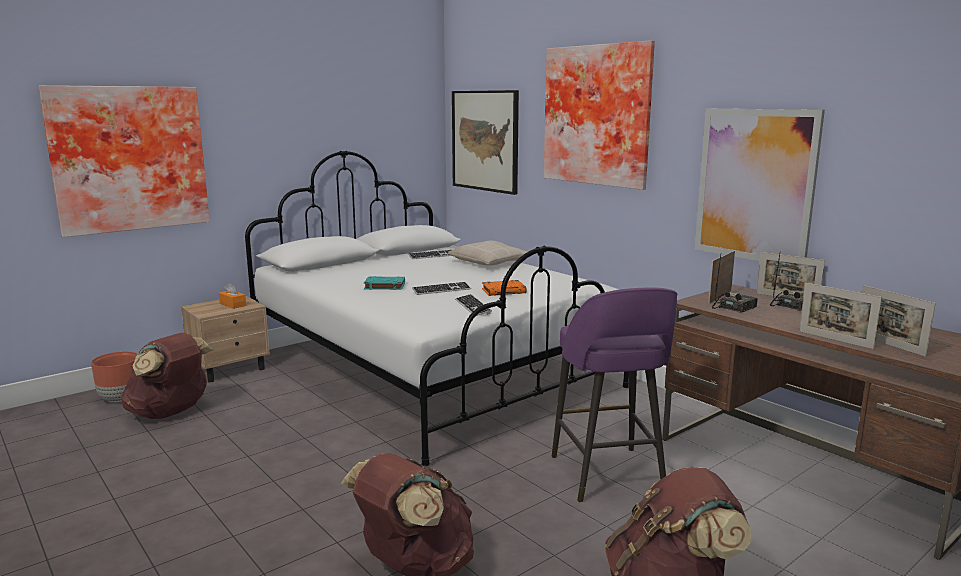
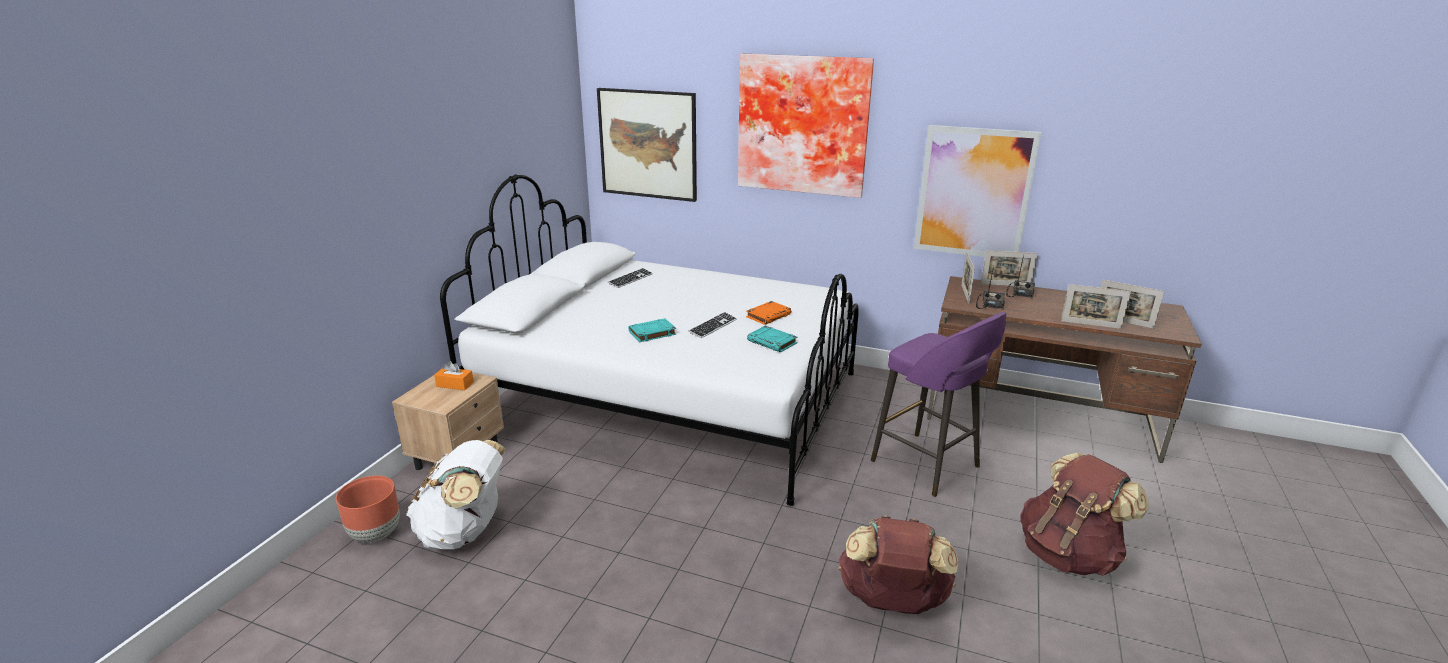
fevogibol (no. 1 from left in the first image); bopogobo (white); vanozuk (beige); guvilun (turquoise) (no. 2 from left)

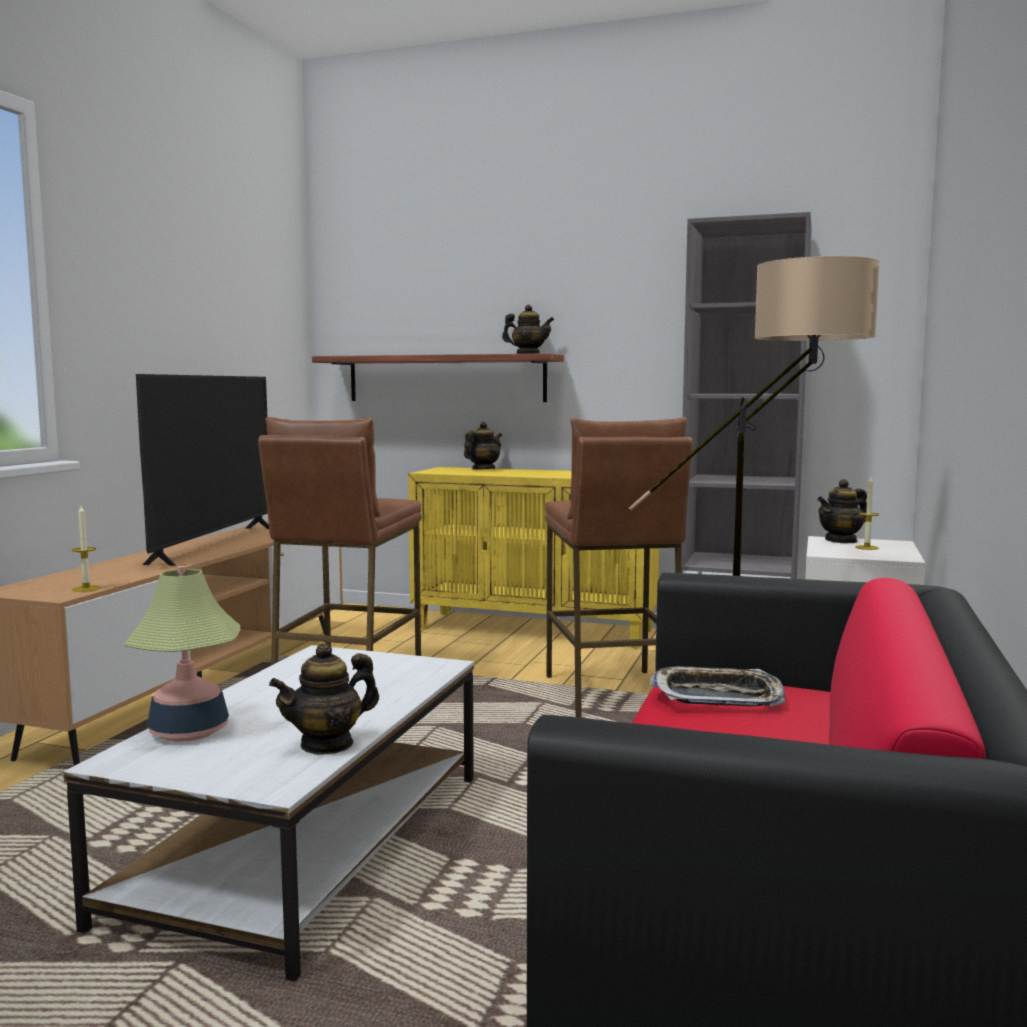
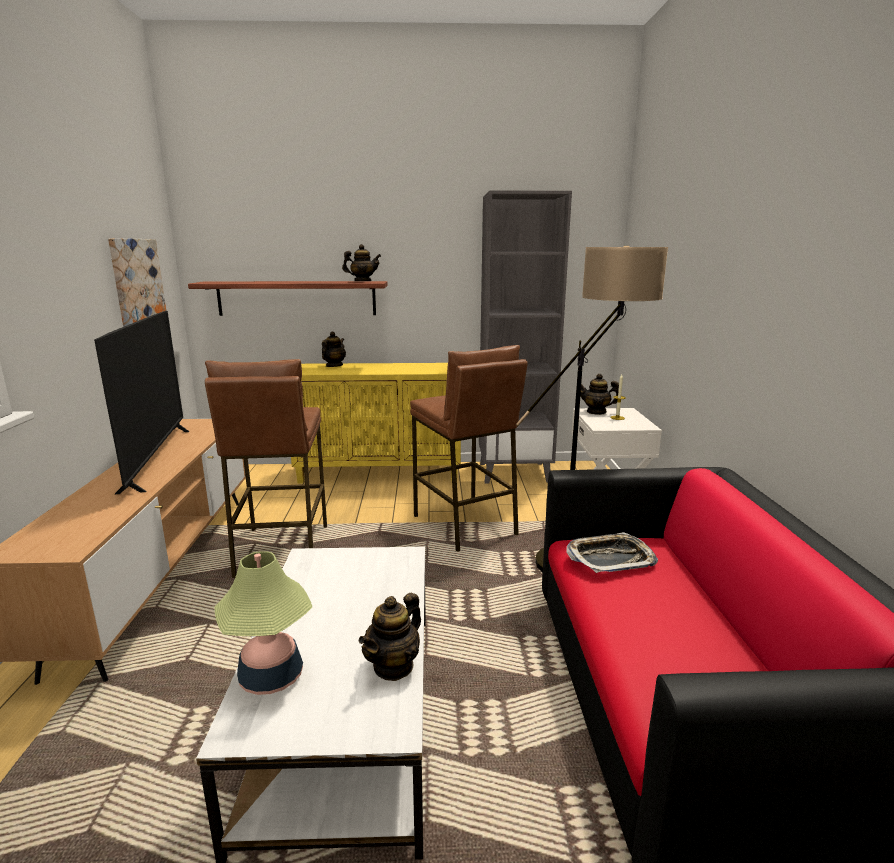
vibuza (no. 1 from left in the first image); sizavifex (no. 4 from left); fevogibol

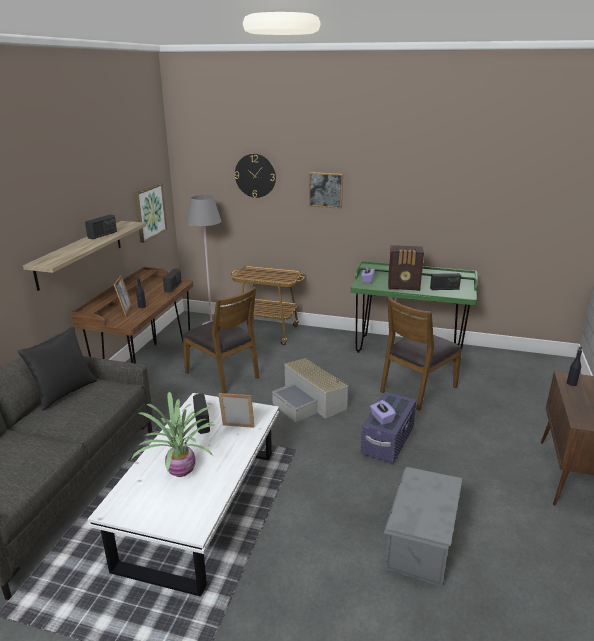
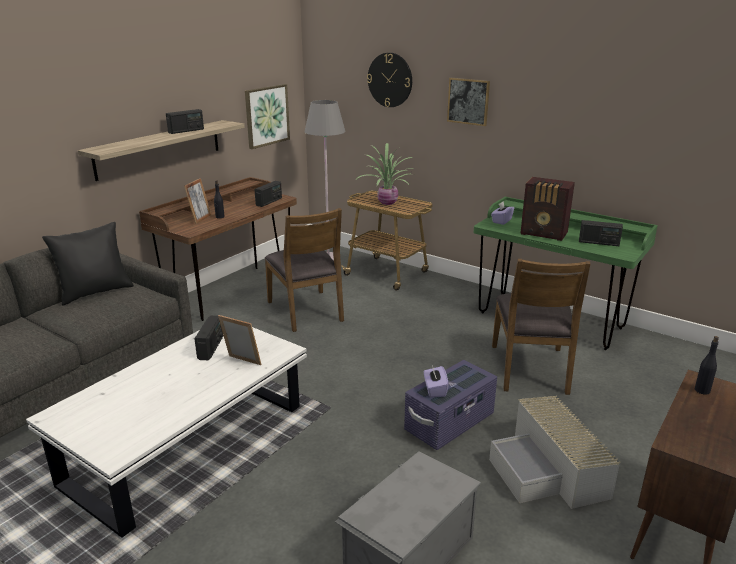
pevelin; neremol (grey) (no. 2 from left); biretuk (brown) (no. 2 from left)

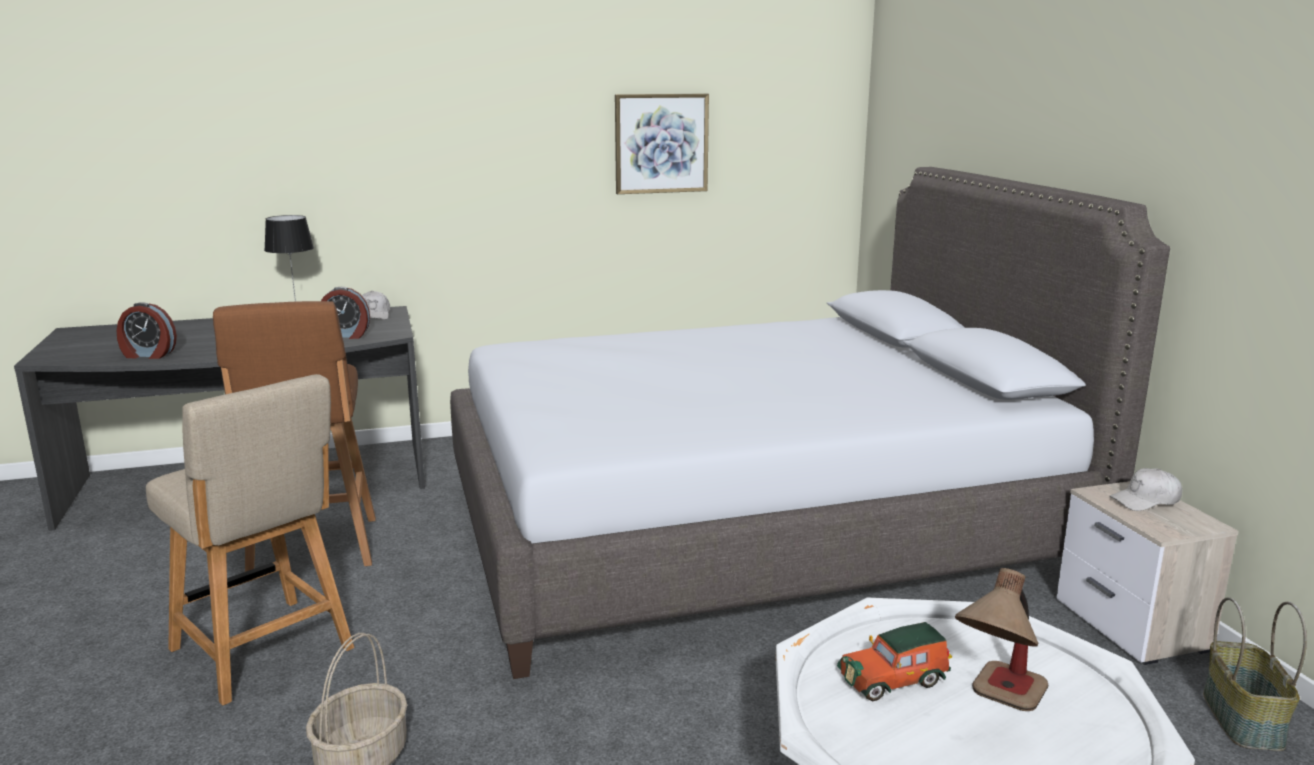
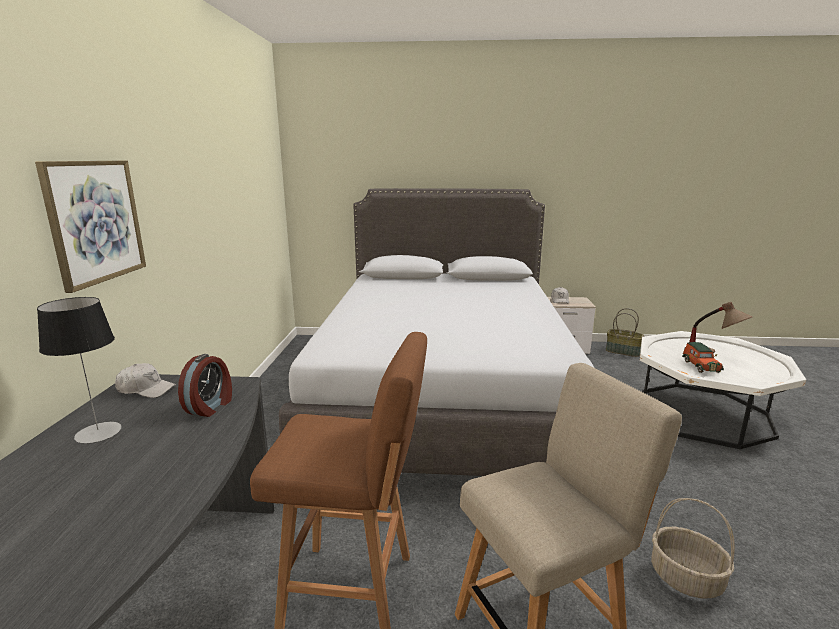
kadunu (no. 1 from left in the first image); fevogibol

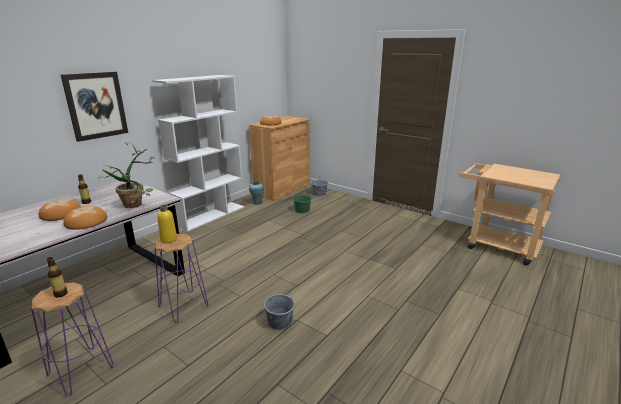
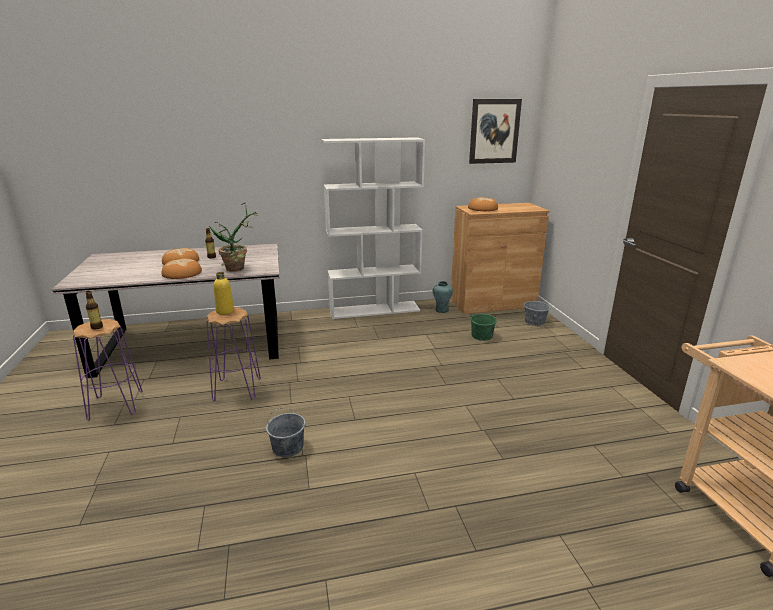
fevogibol

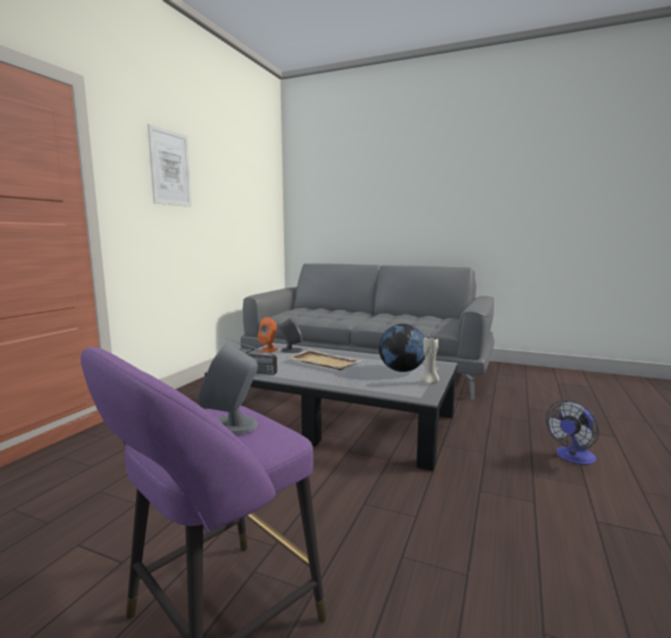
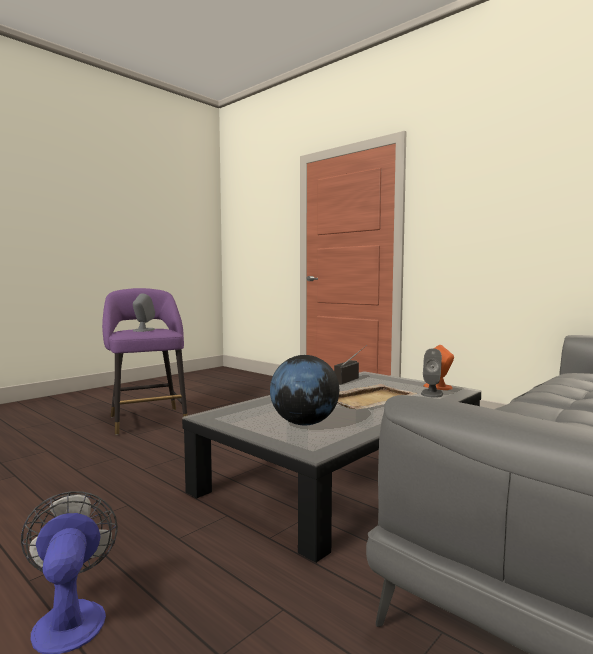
fevogibol; vibuza (beige)

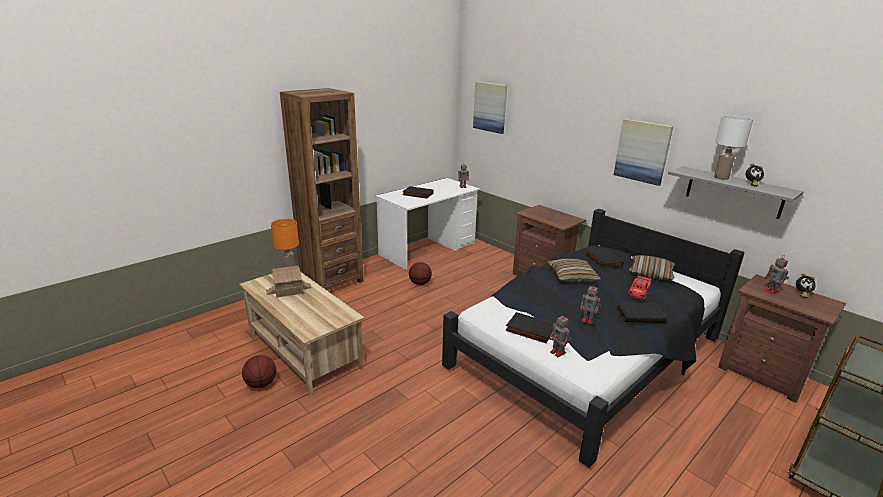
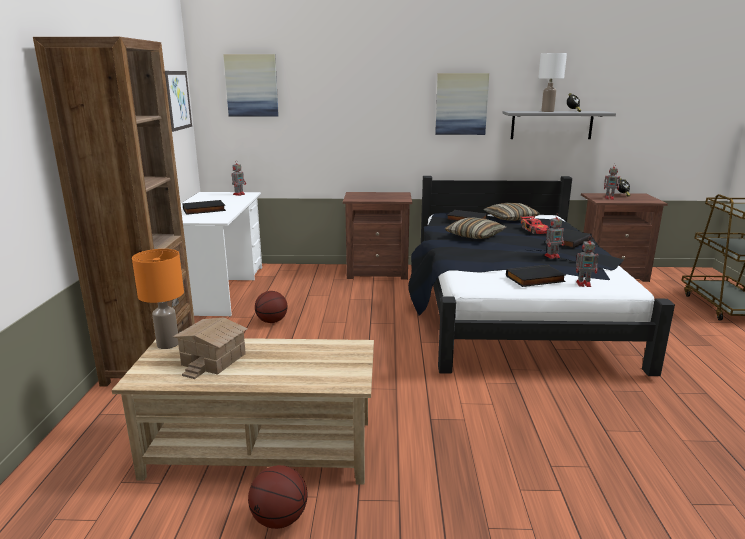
fevogibol (no. 1 from left)

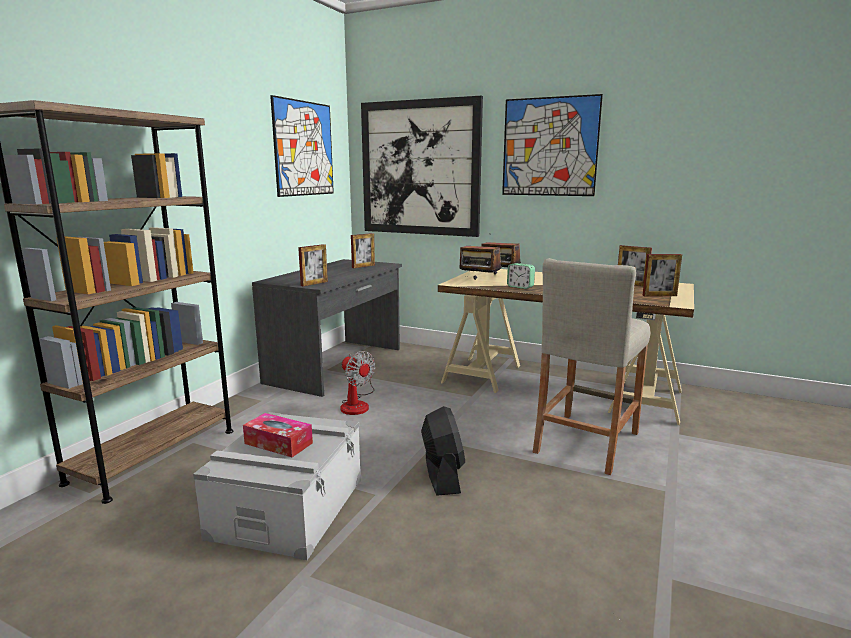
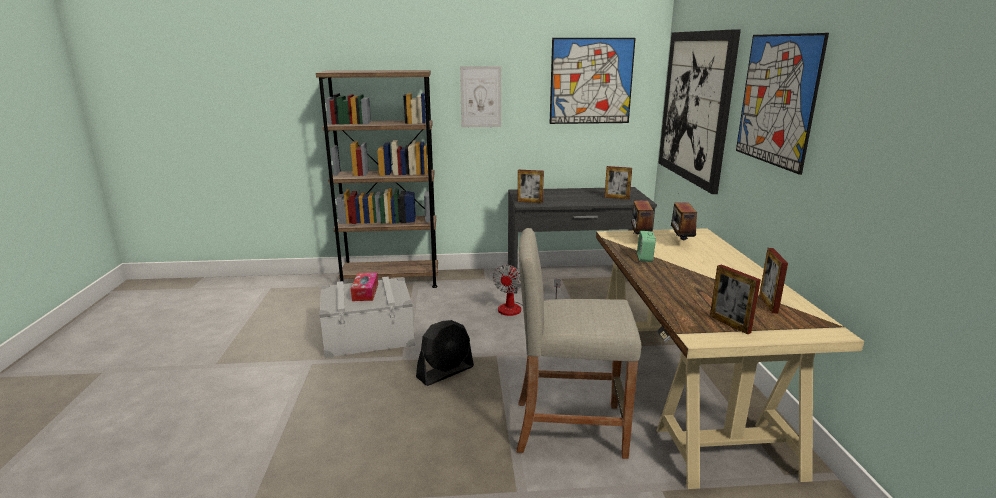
fevogibol (no. 1 from left)

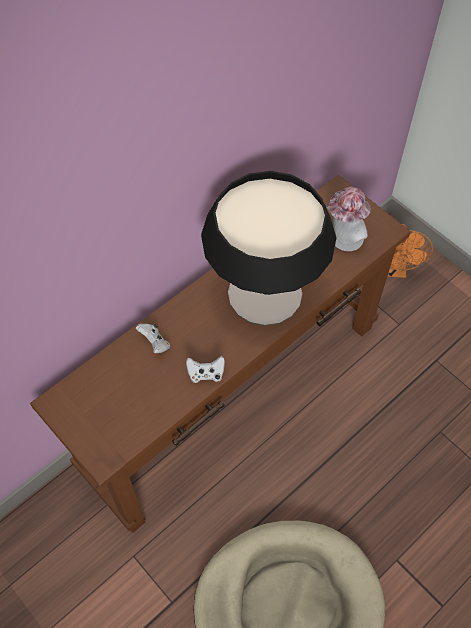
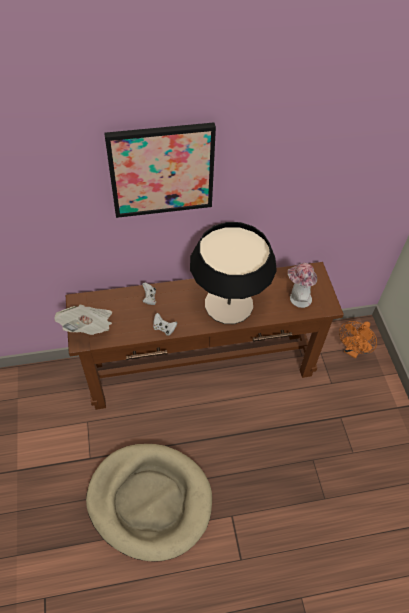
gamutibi; fevogibol

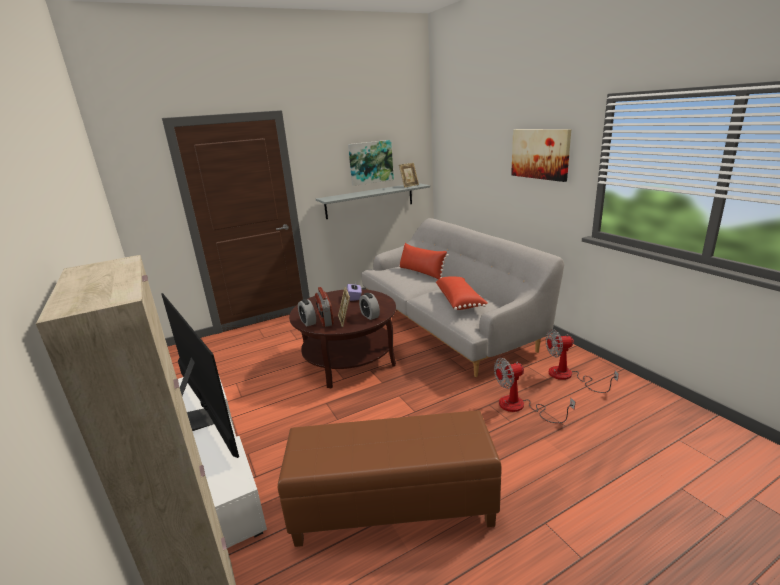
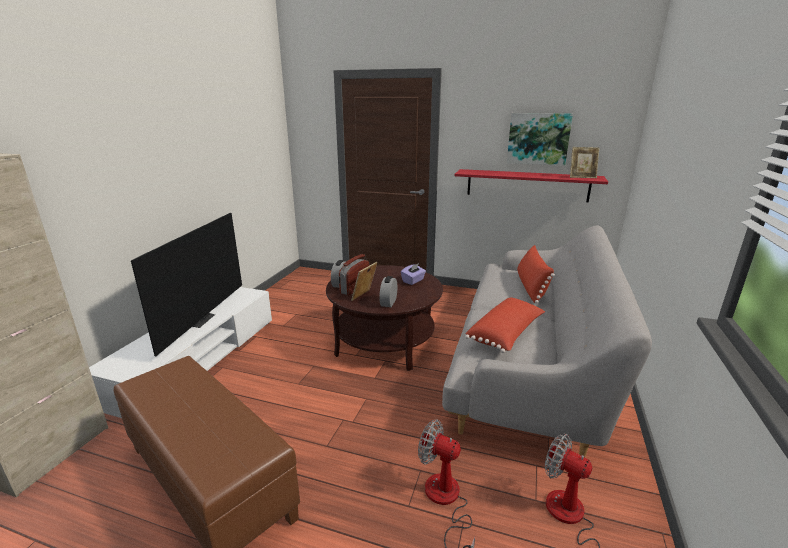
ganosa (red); fevogibol (no. 2 from left in the first image)

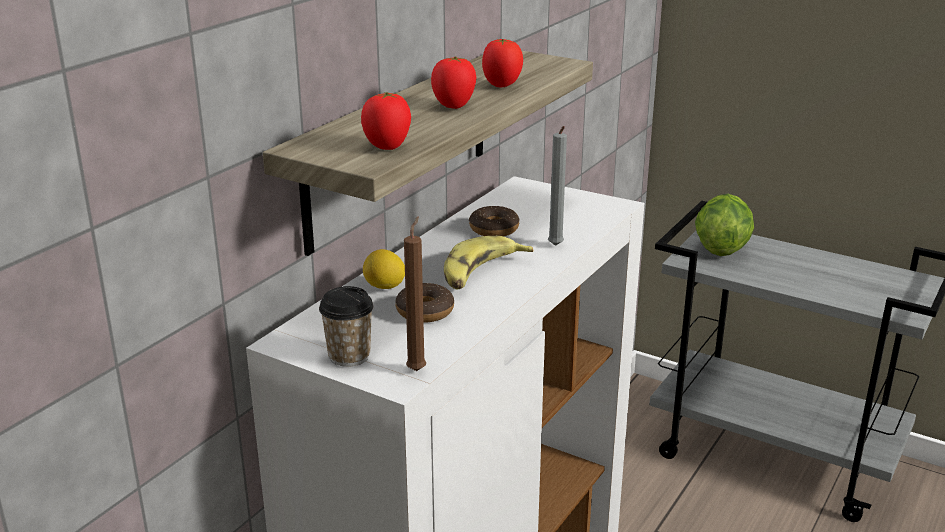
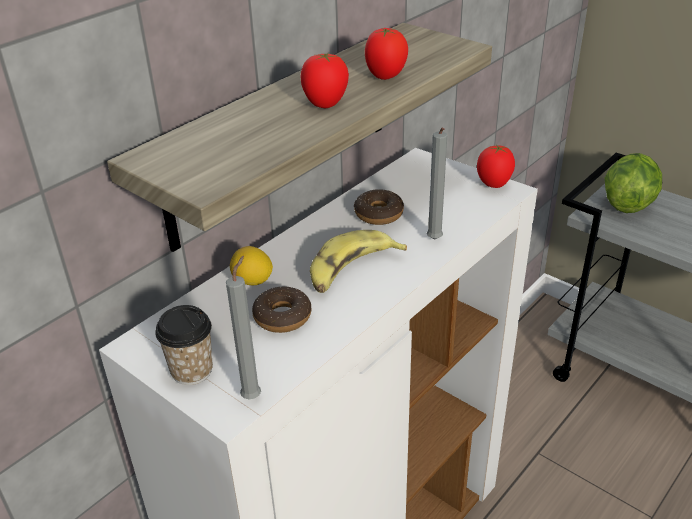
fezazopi (no. 3 from left); vibuza (grey) (no. 1 from left)

